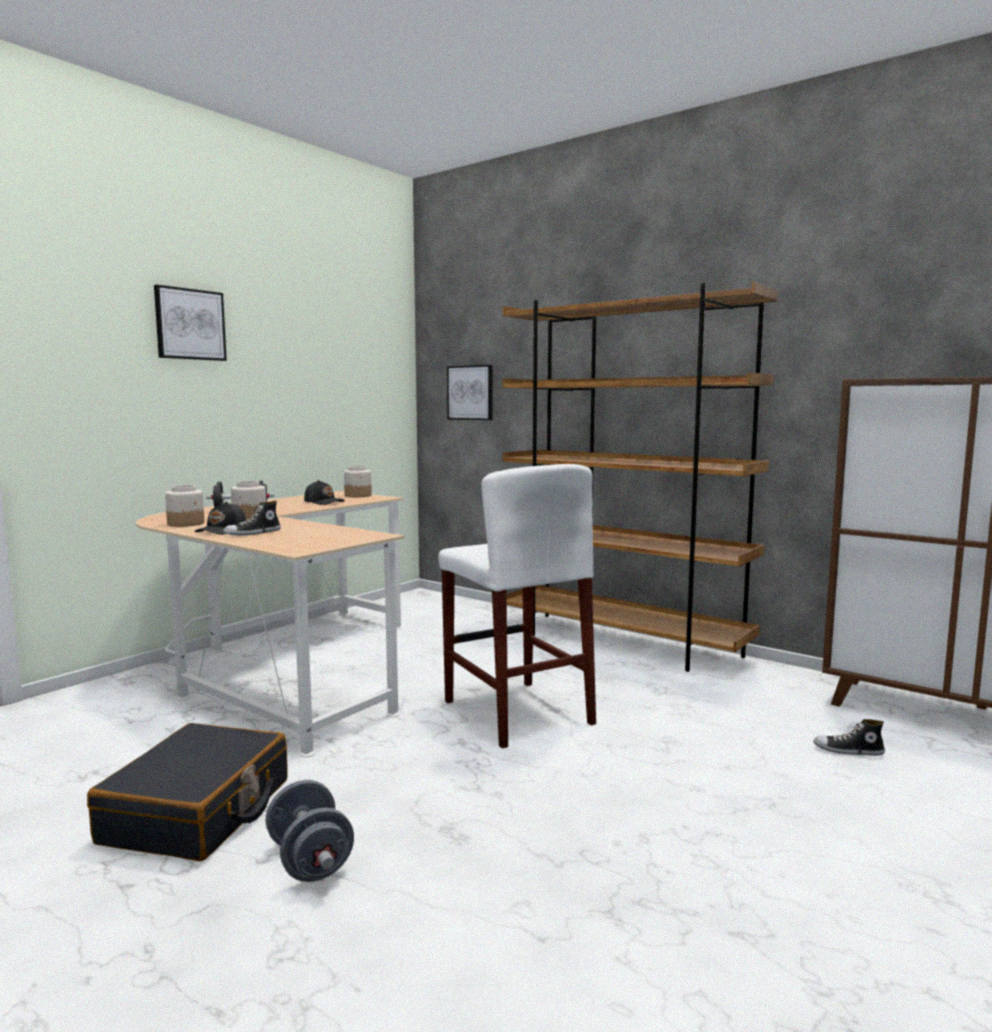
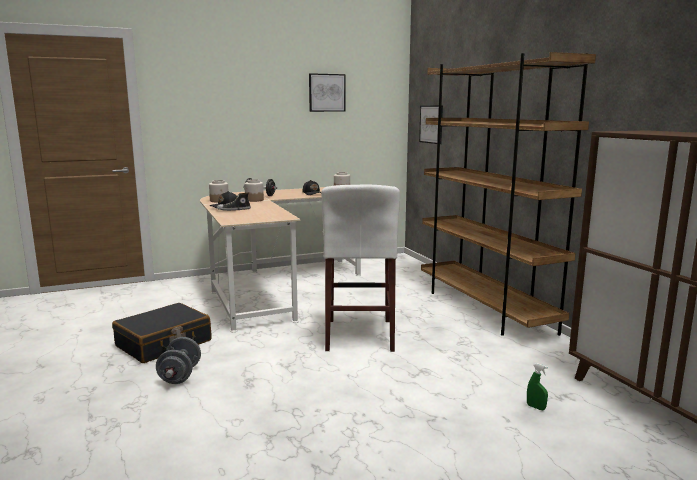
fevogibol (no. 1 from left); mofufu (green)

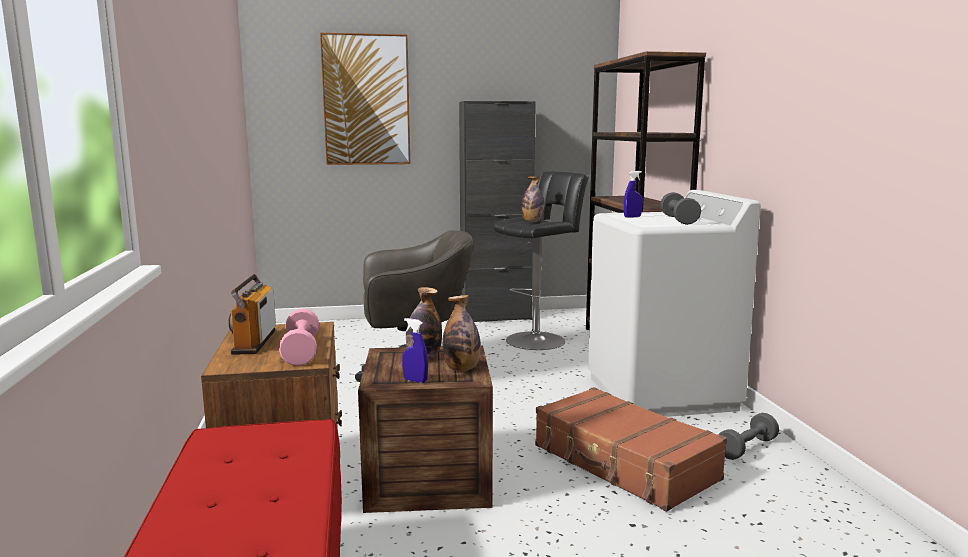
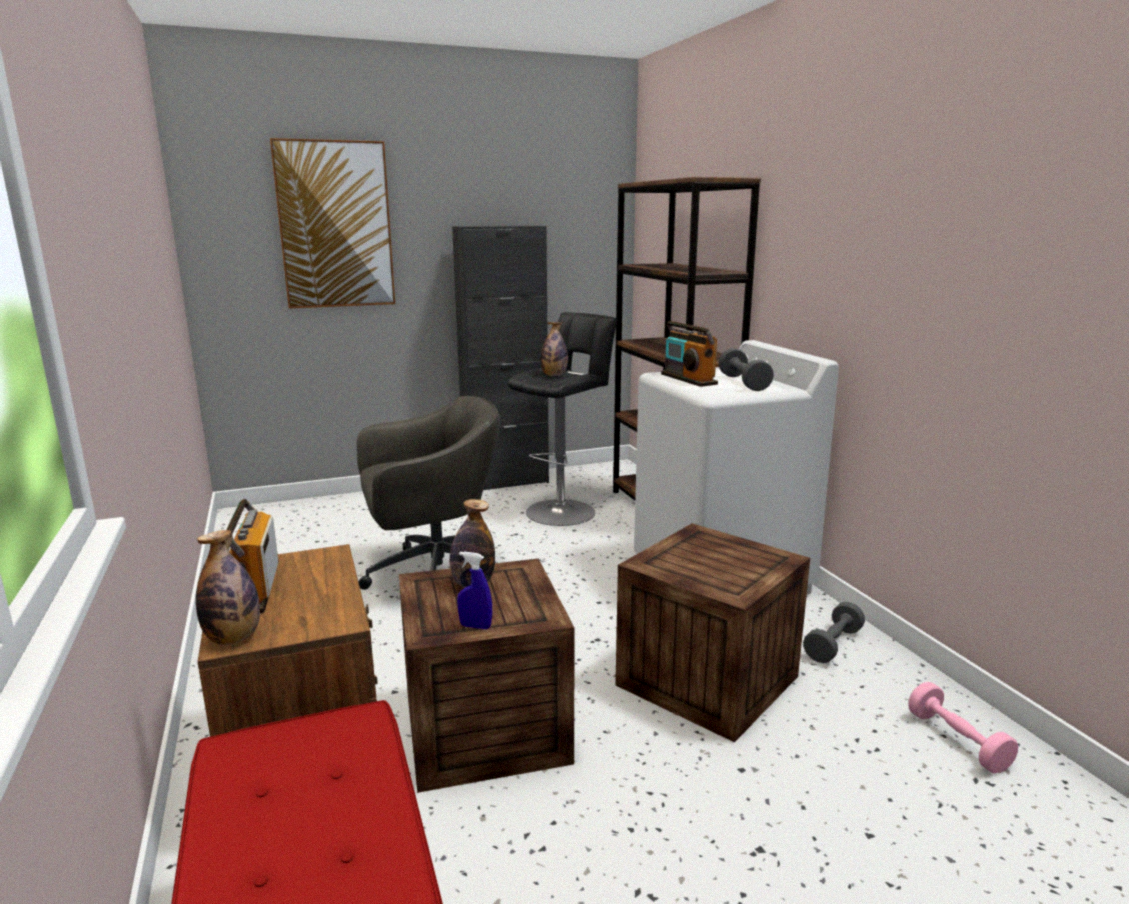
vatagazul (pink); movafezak (no. 1 from left); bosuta (no. 2 from left); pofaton (no. 2 from left)

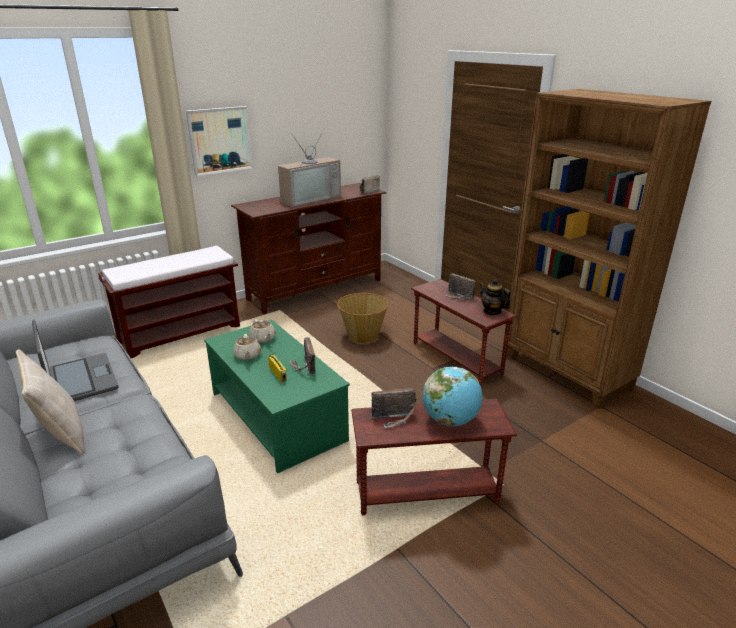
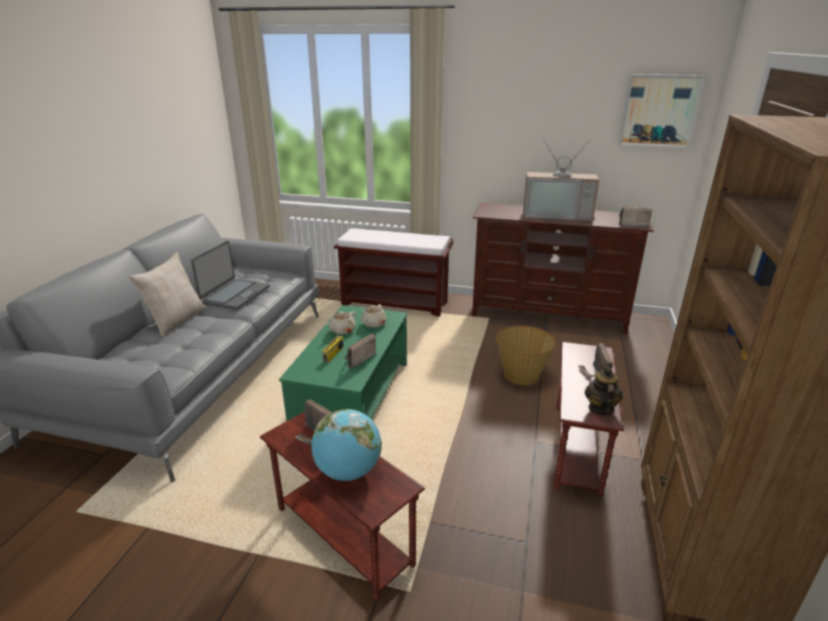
fevogibol

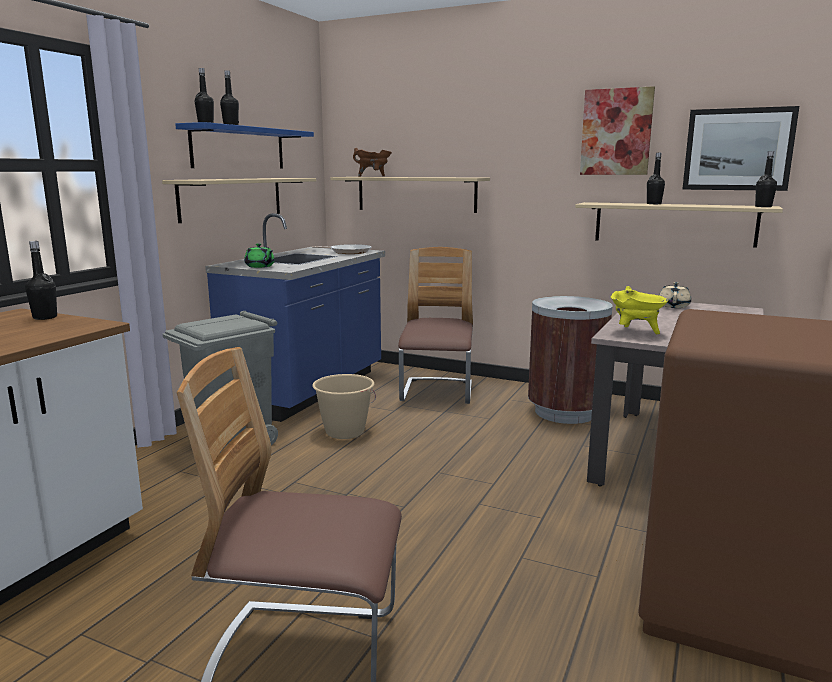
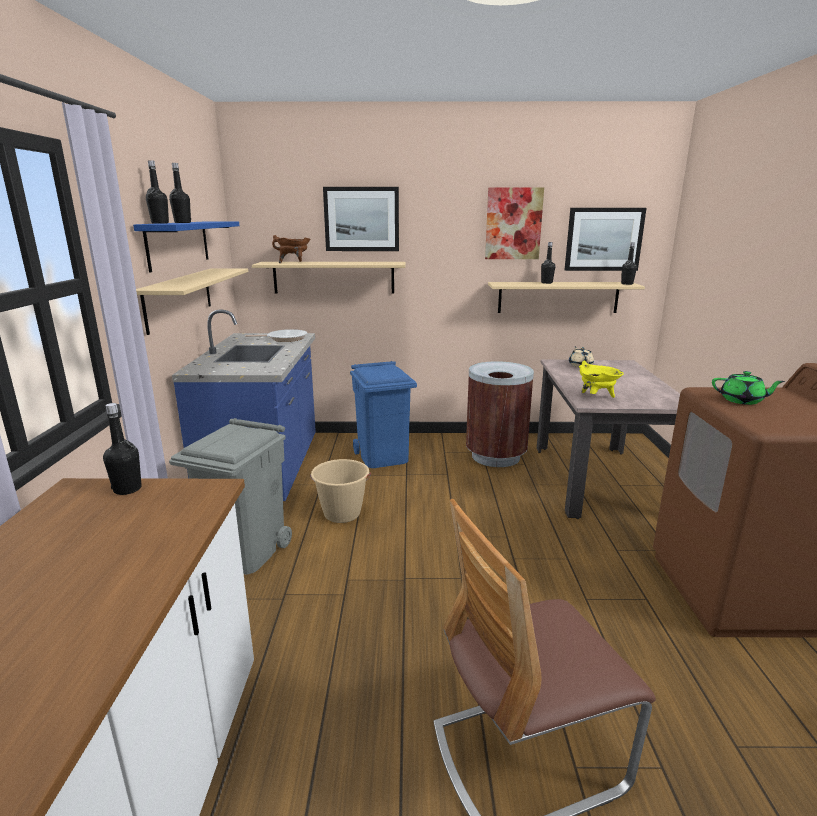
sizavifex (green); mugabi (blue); fevogibol (no. 1 from left)

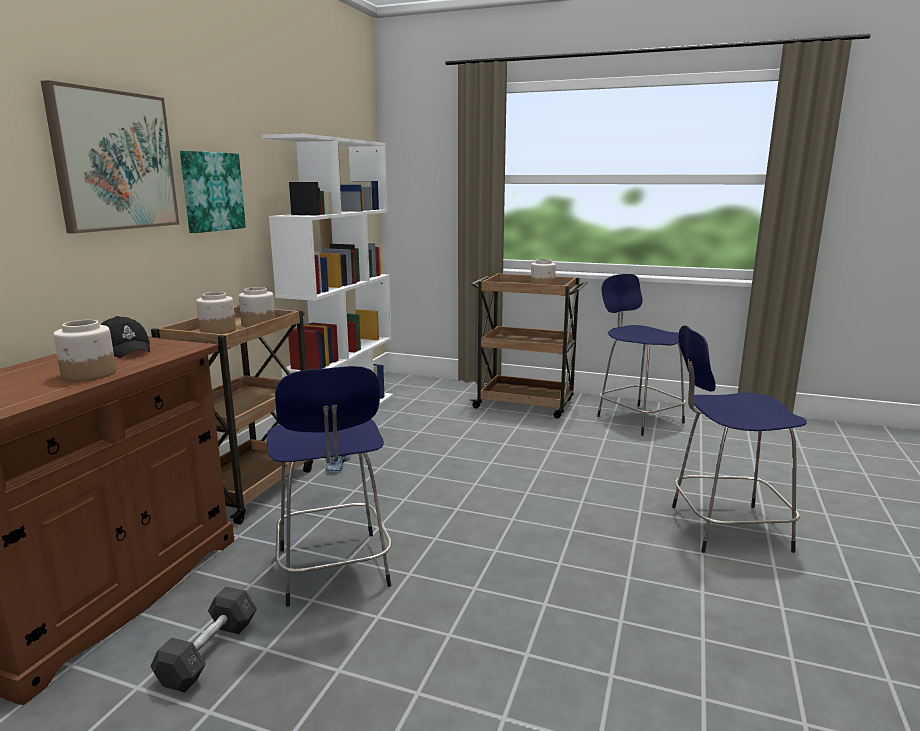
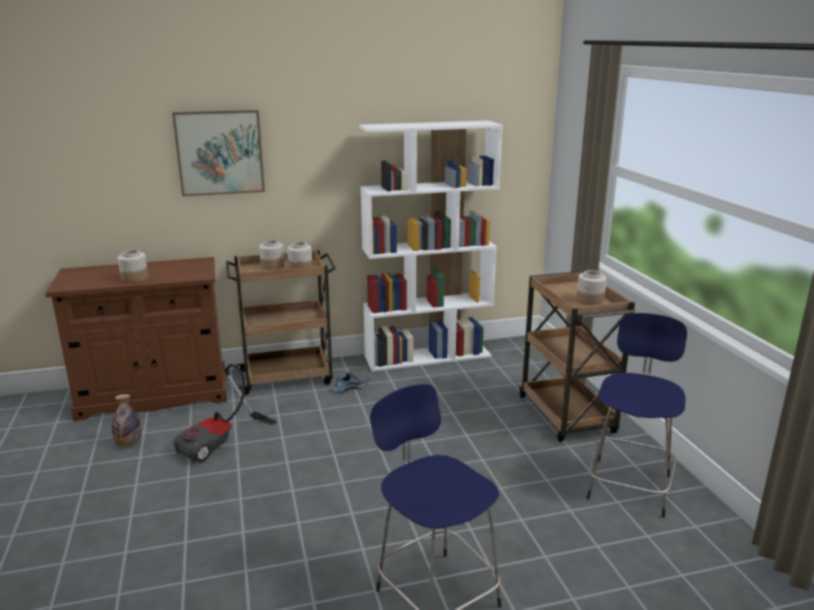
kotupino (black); movafezak; fevogibol (no. 2 from left in the first image); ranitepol

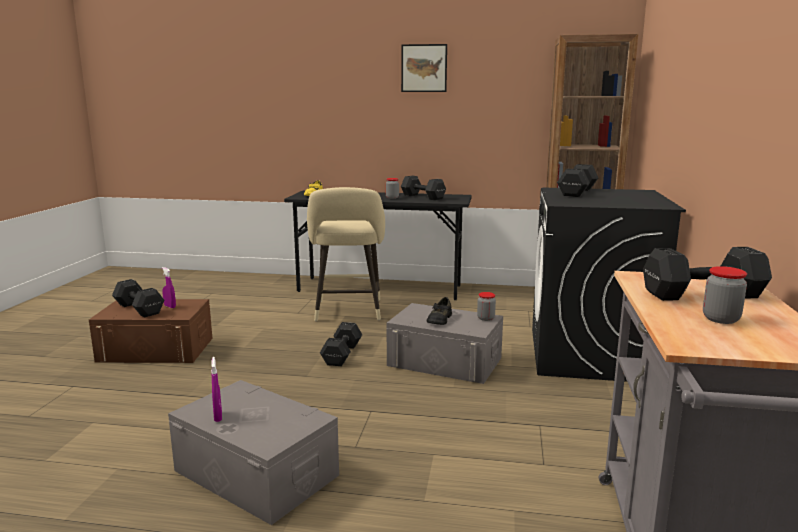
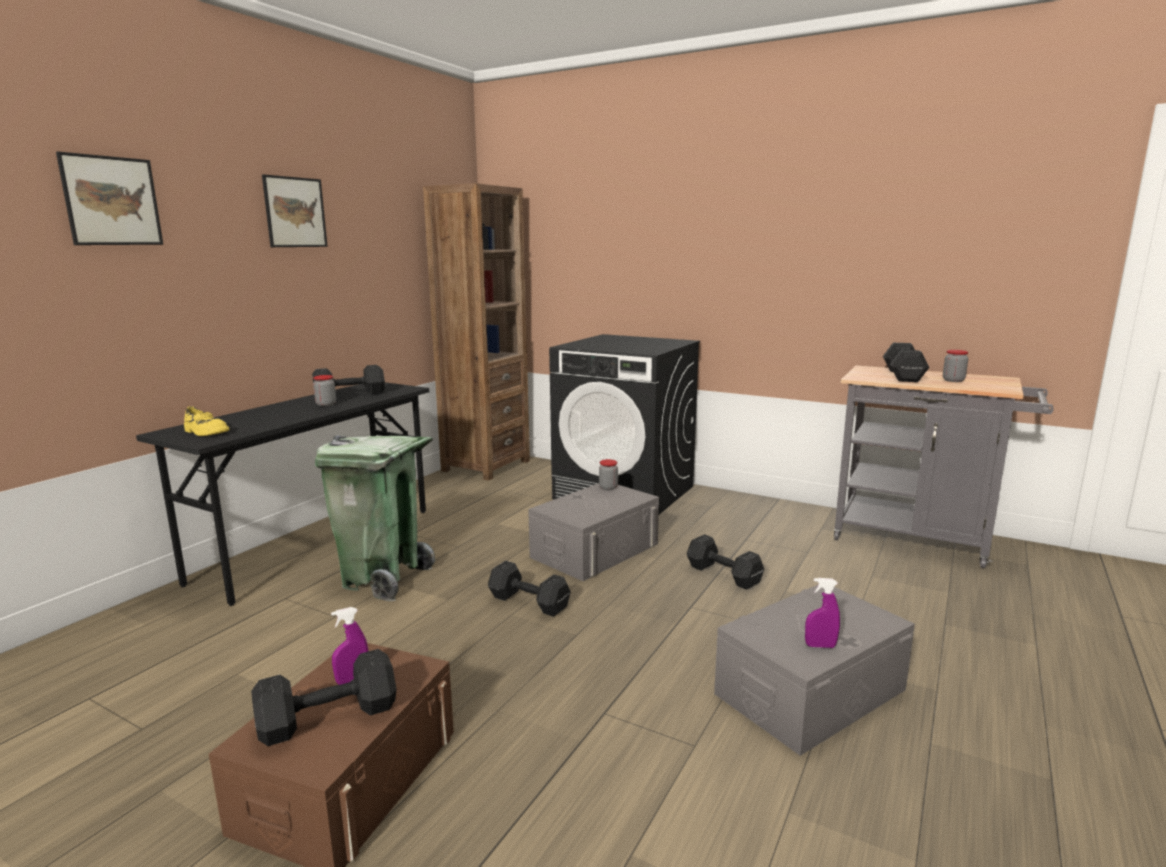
mugabi (green); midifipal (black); vatagazul (black) (no. 4 from left); fevogibol (no. 1 from left)

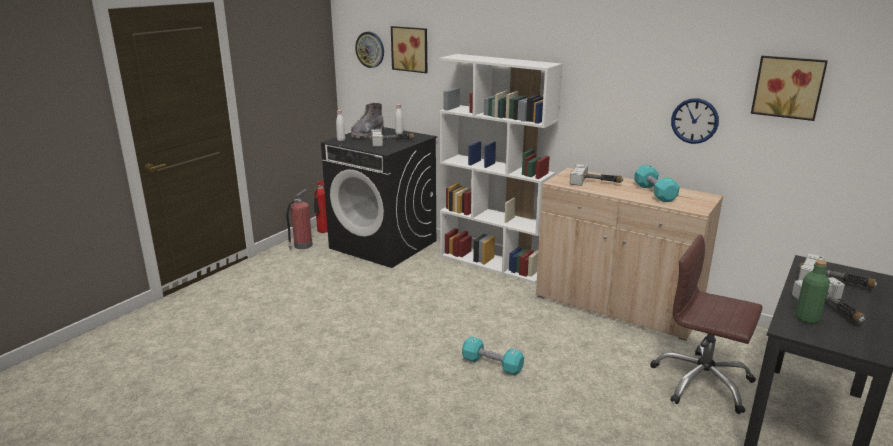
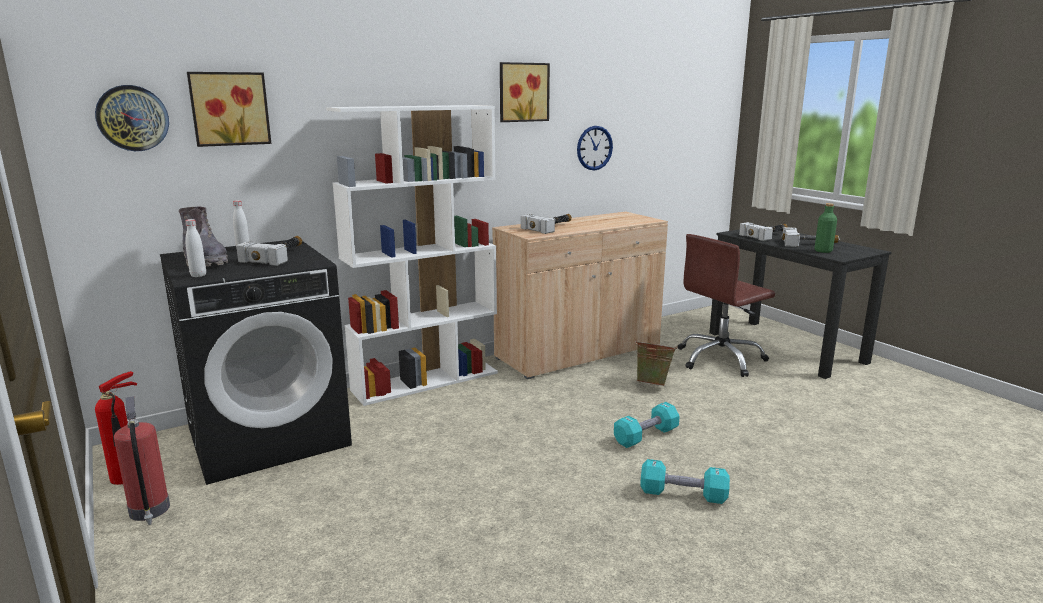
vatagazul (turquoise) (no. 2 from left); fevogibol (no. 2 from left); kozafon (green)

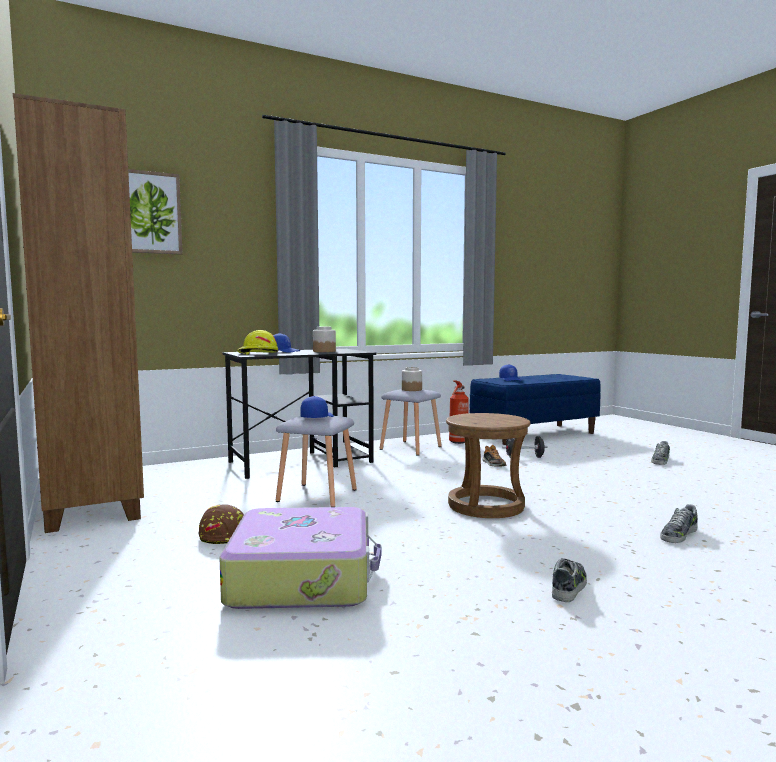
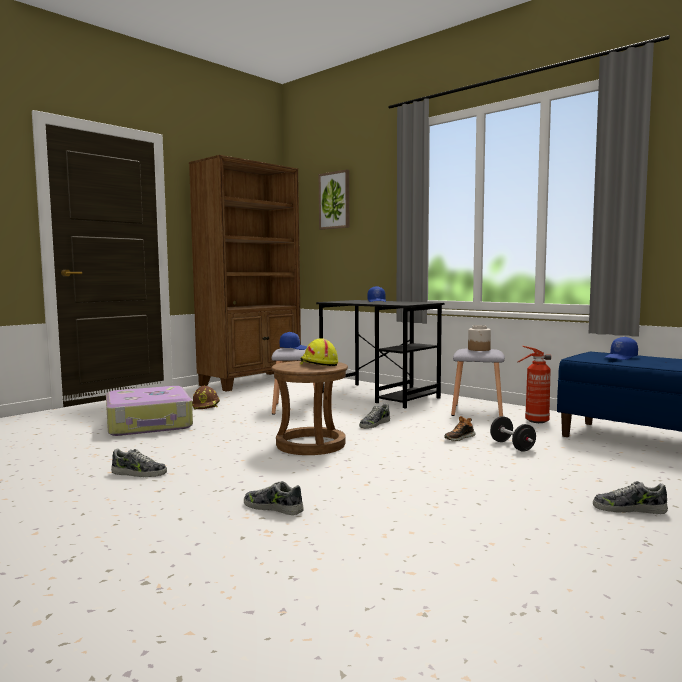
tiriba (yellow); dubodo (no. 1 from left in the first image); midifipal (no. 3 from left)

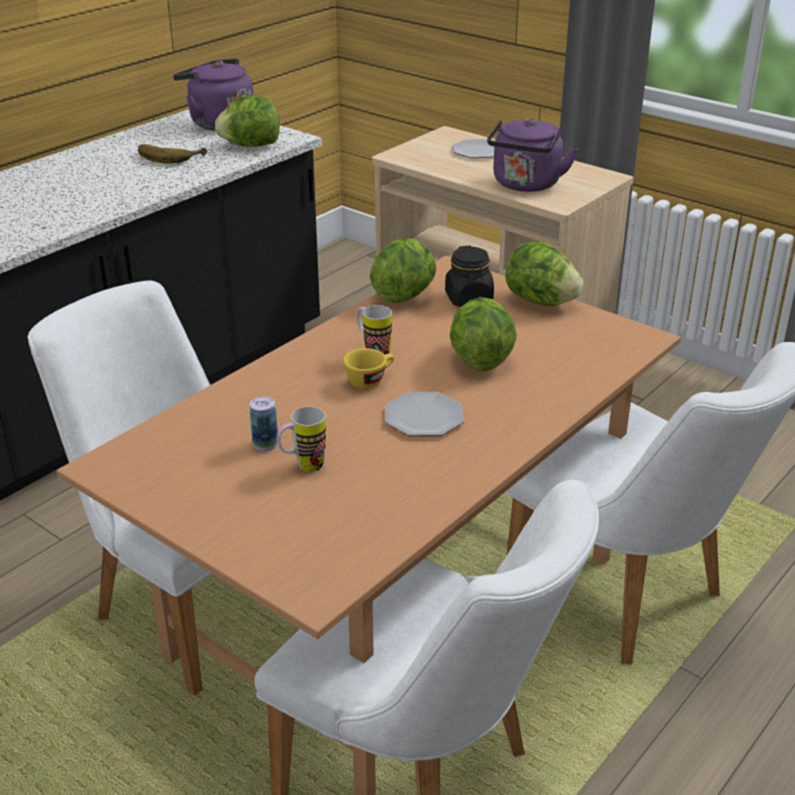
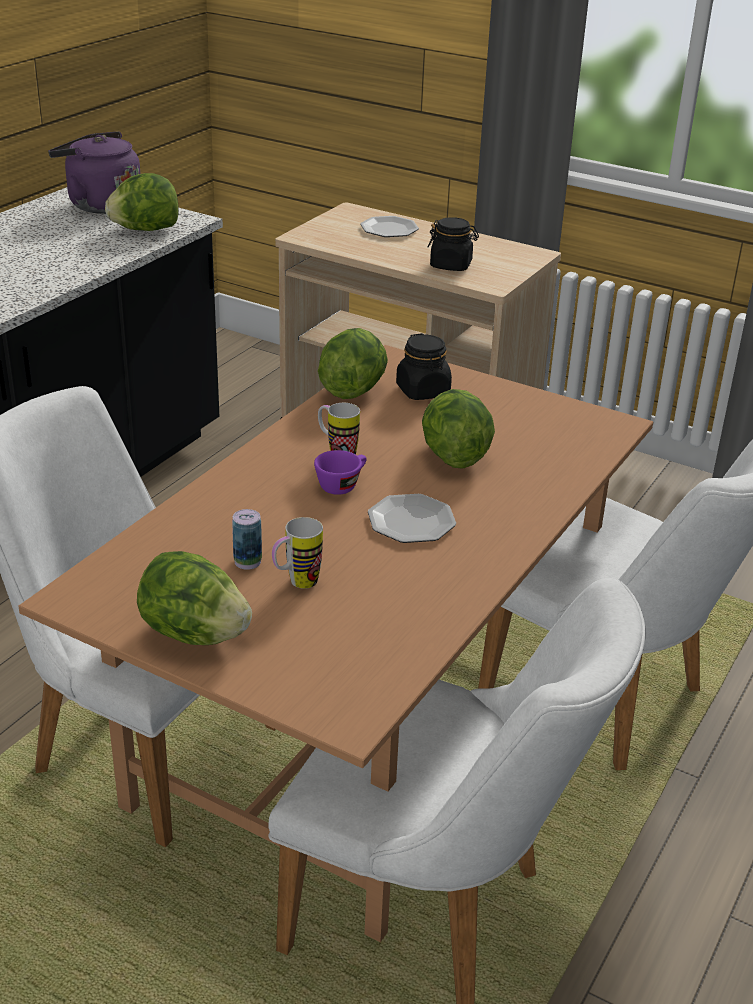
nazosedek; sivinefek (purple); dubodo (black) (no. 2 from left); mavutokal (no. 2 from left)

